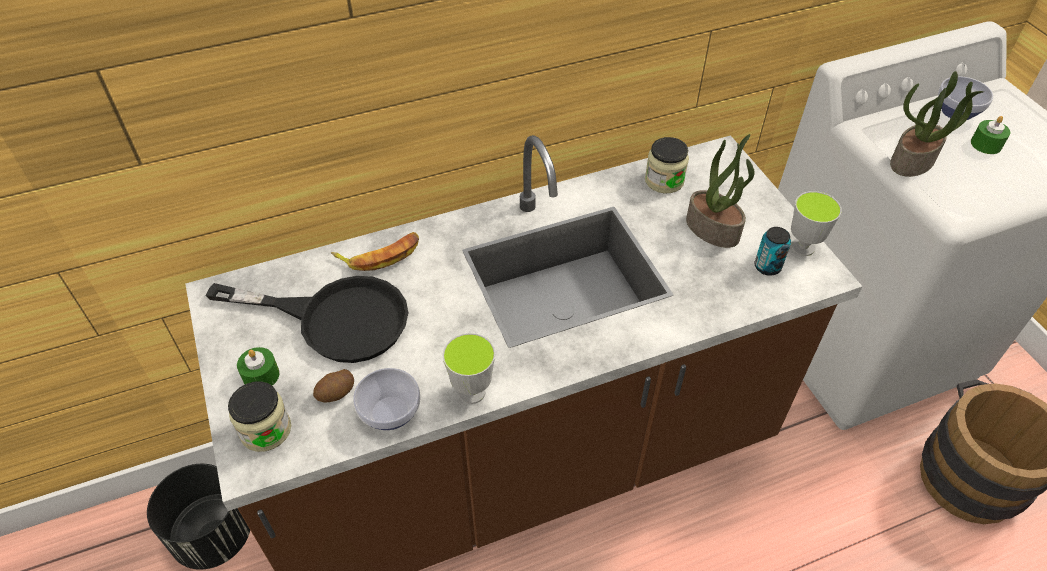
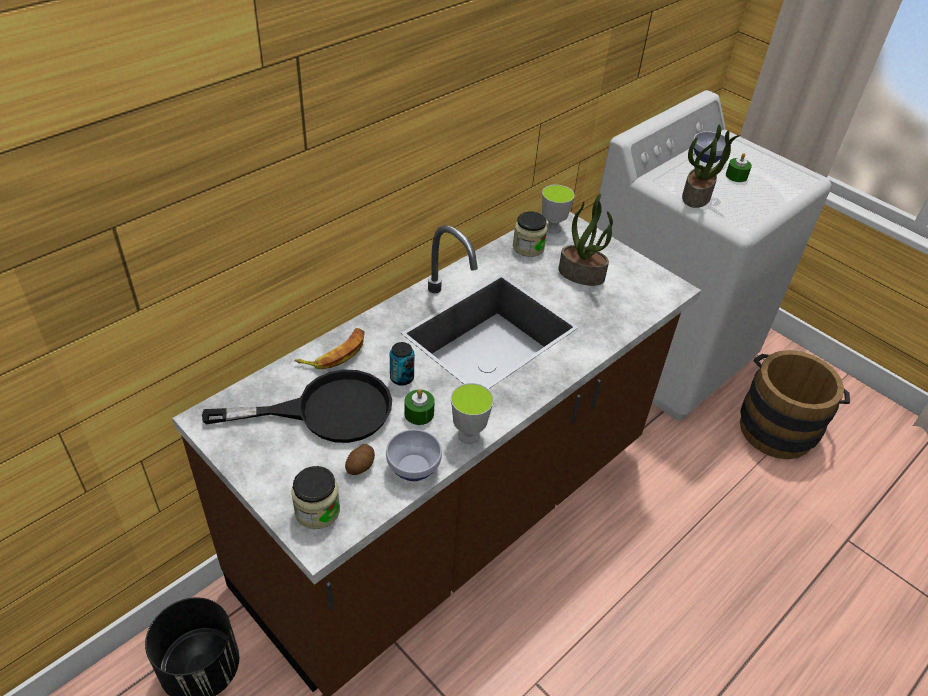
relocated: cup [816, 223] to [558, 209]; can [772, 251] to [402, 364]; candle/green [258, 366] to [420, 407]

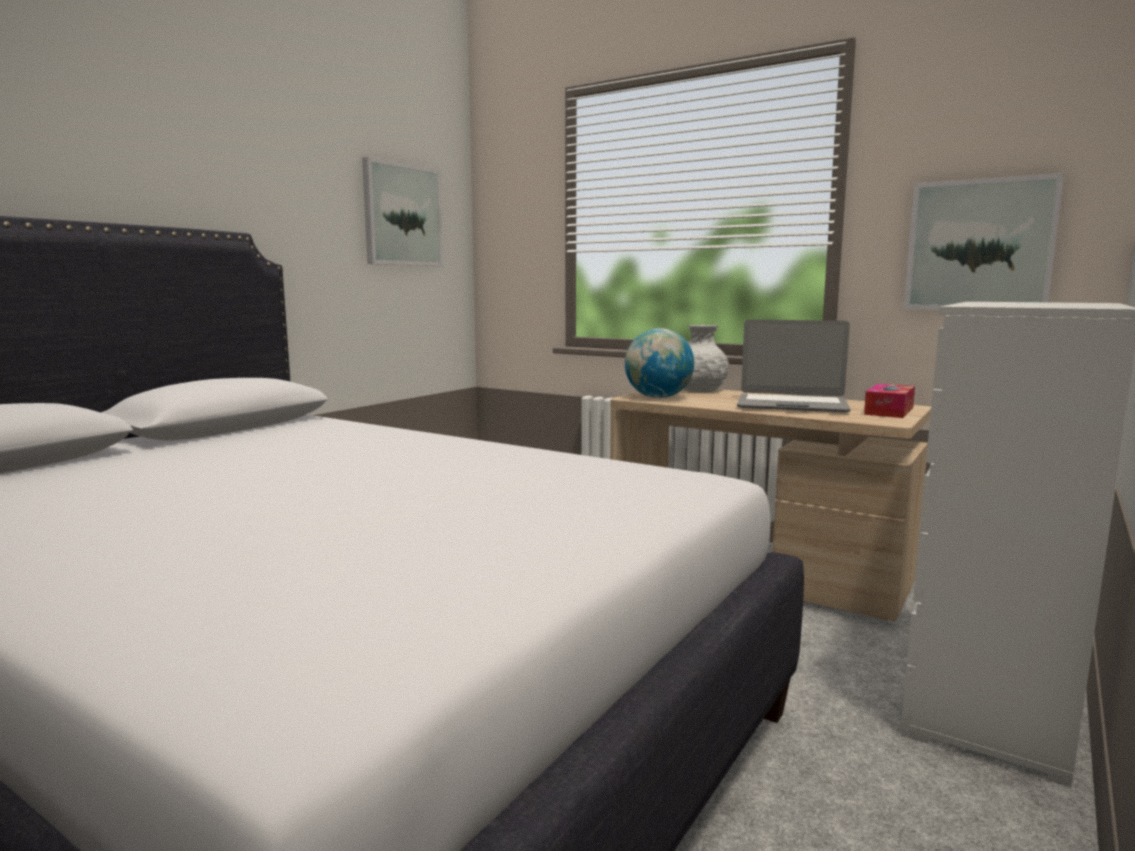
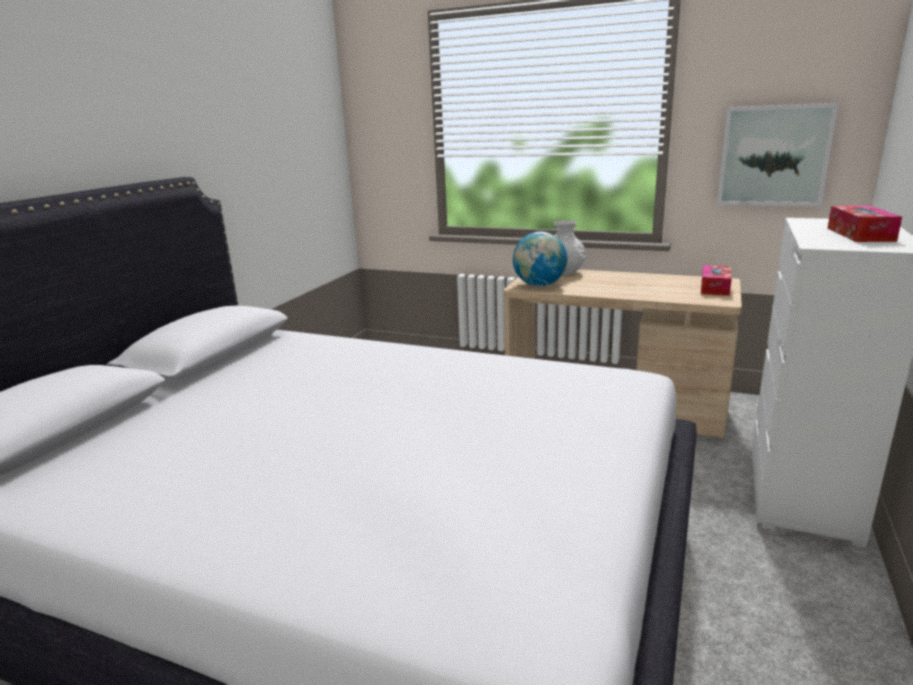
missing: picture [402, 211]; laptop [794, 366]
appeared: tissue box [864, 223]

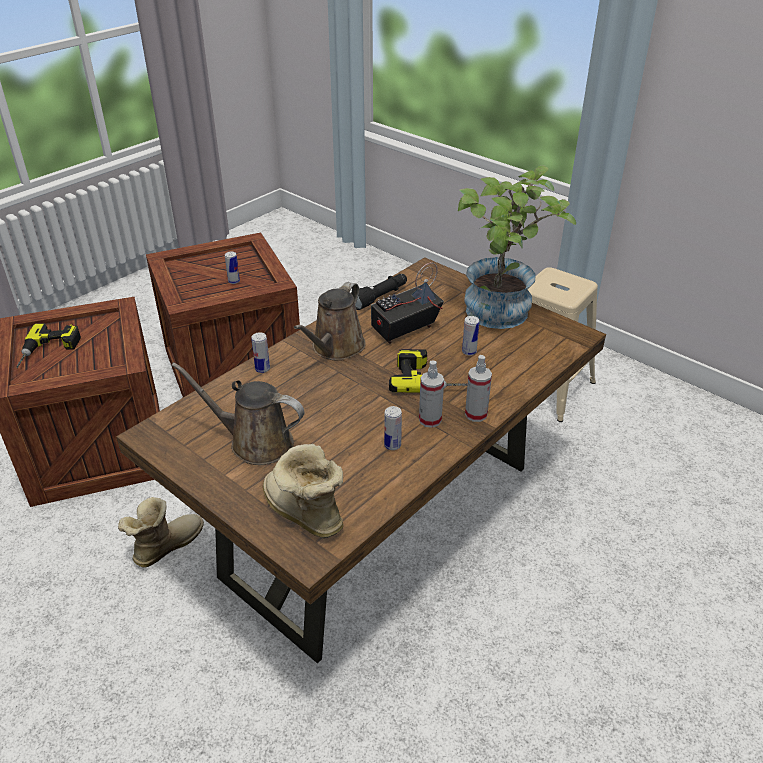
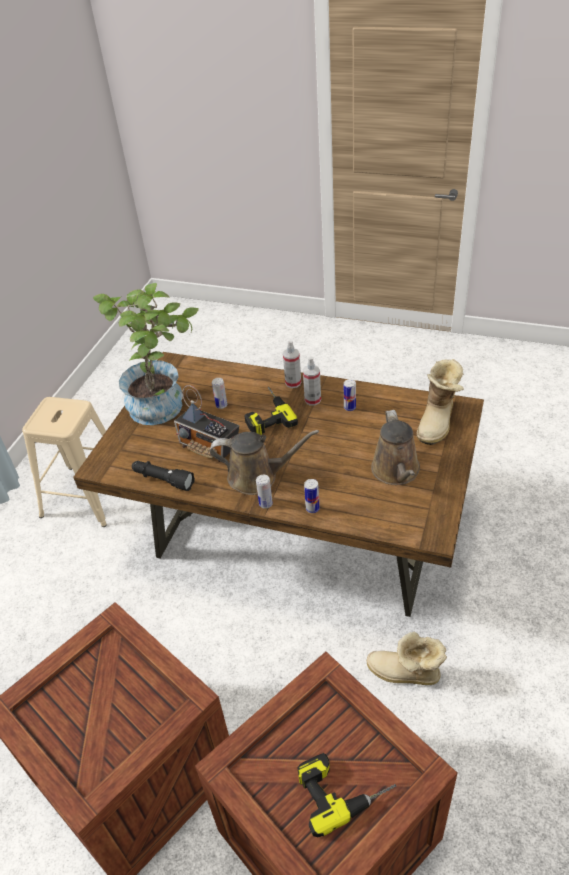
relocated: can [232, 267] to [264, 492]

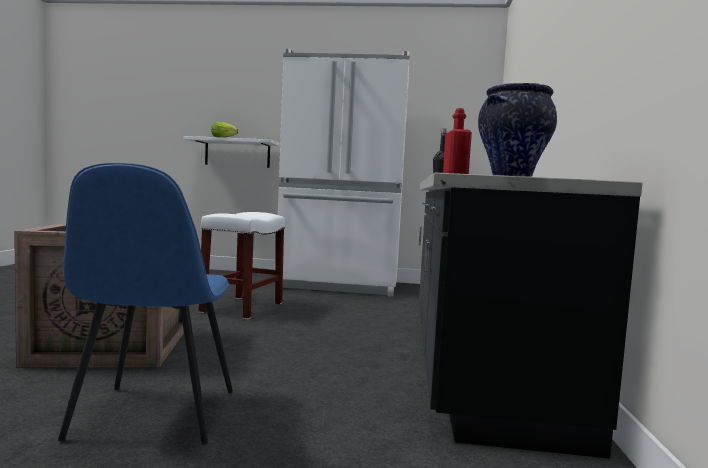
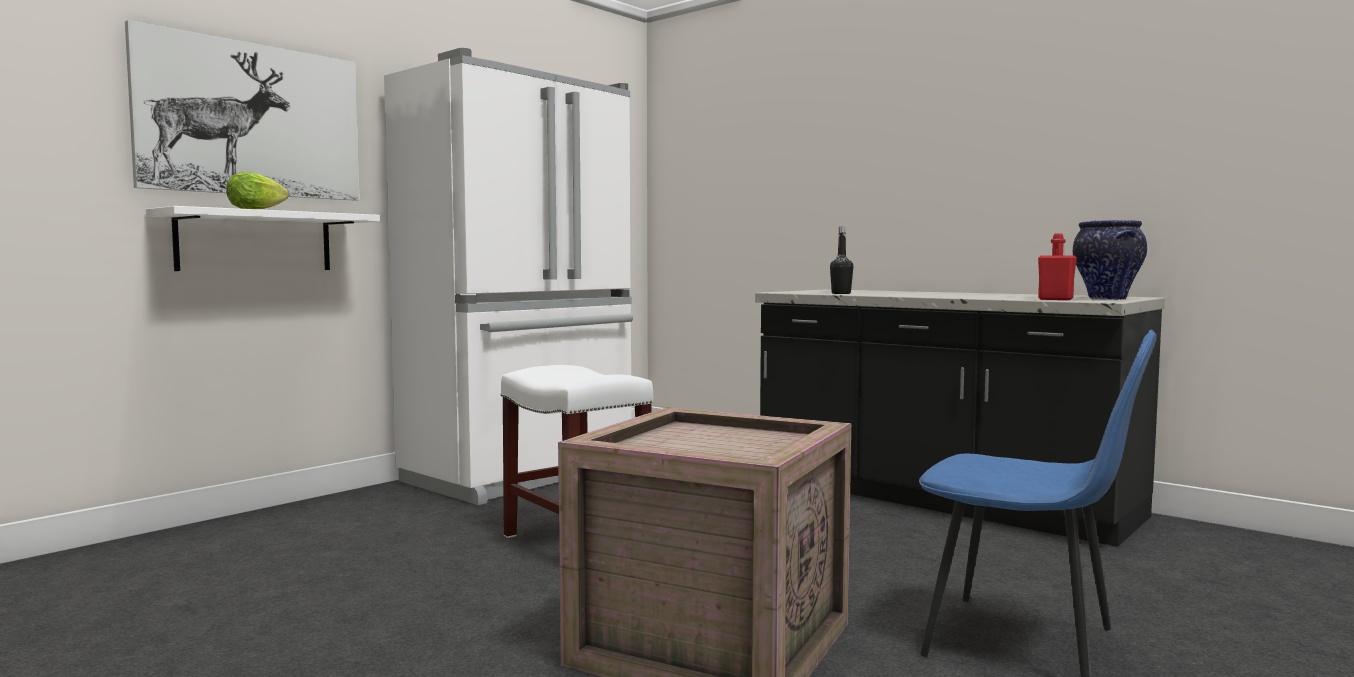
appeared: picture [242, 110]

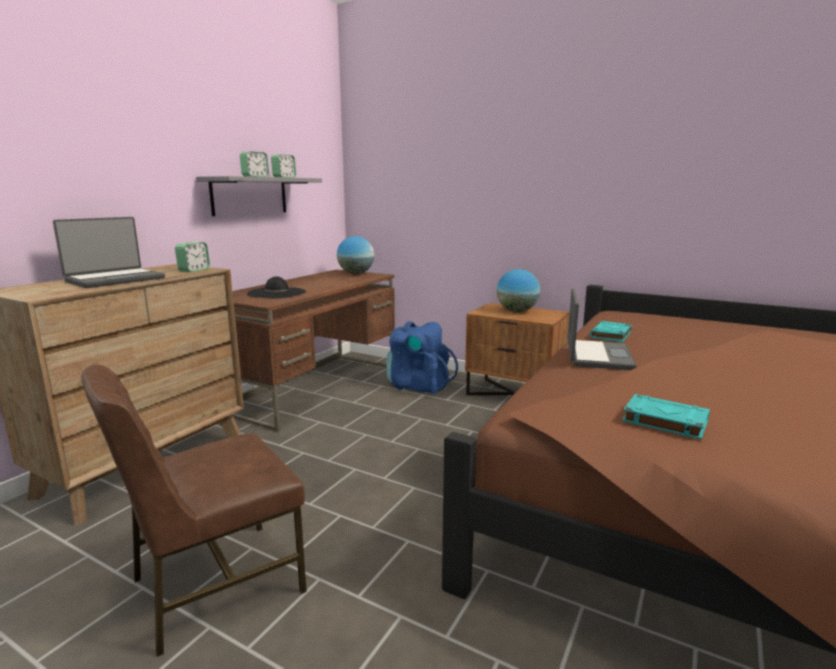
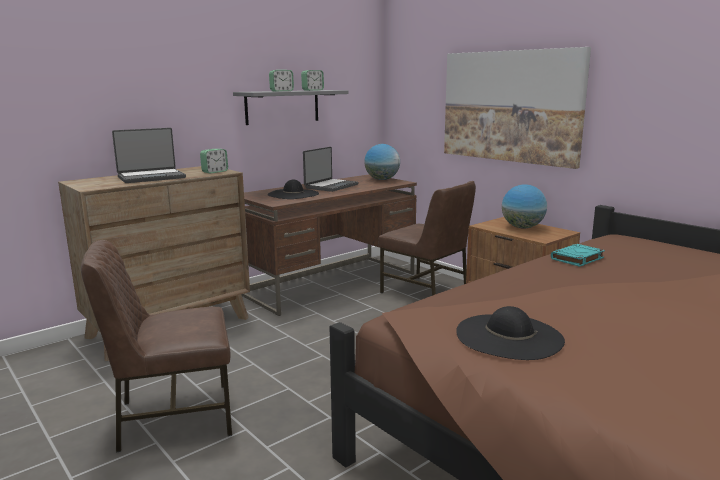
appeared: picture [517, 108]
relocated: laptop [602, 329] to [331, 169]
exchanged: backpack/blue [422, 357] to chair/brown [427, 238]; book/turquoise [666, 417] to hat/black [510, 333]

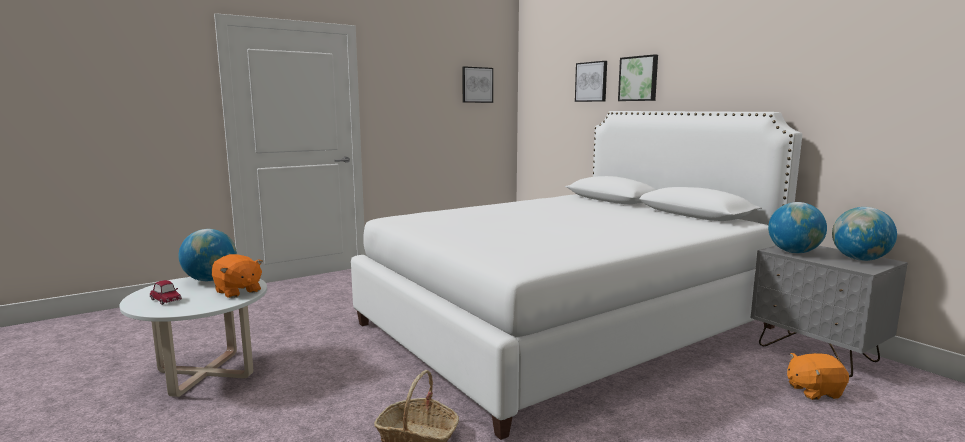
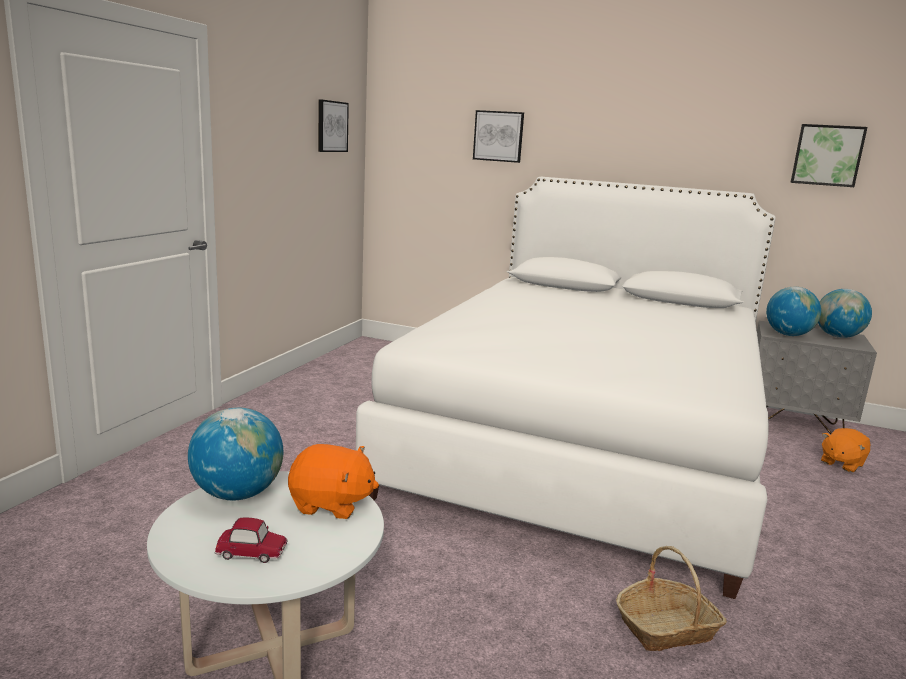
relocated: picture [638, 77] to [829, 155]

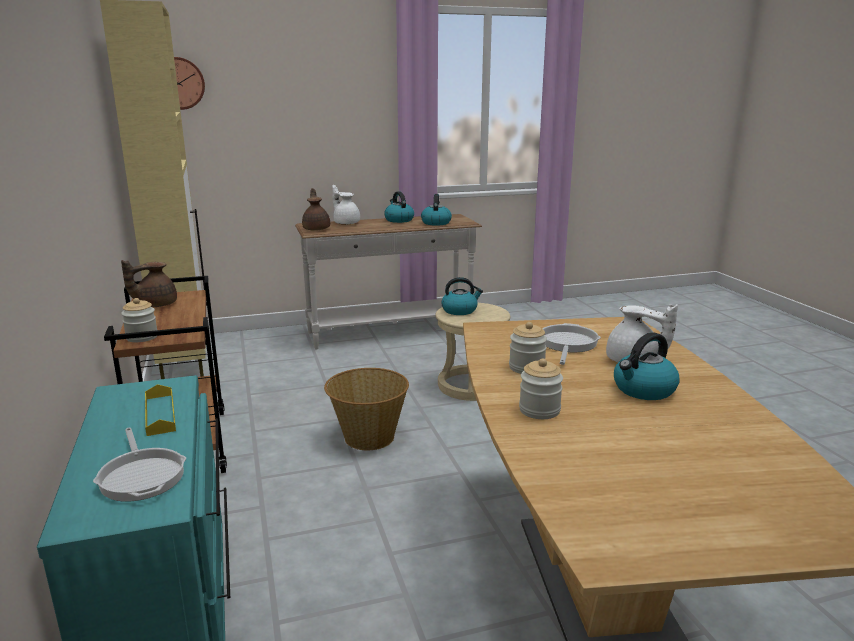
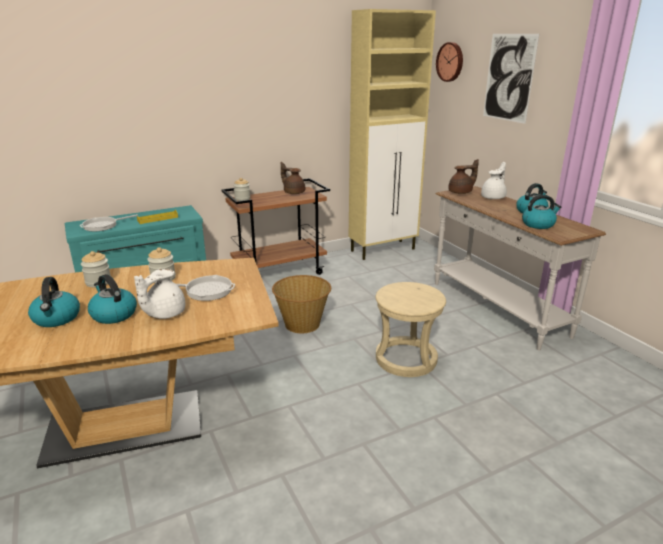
appeared: picture [511, 79]
relocated: kettle [462, 296] to [54, 302]

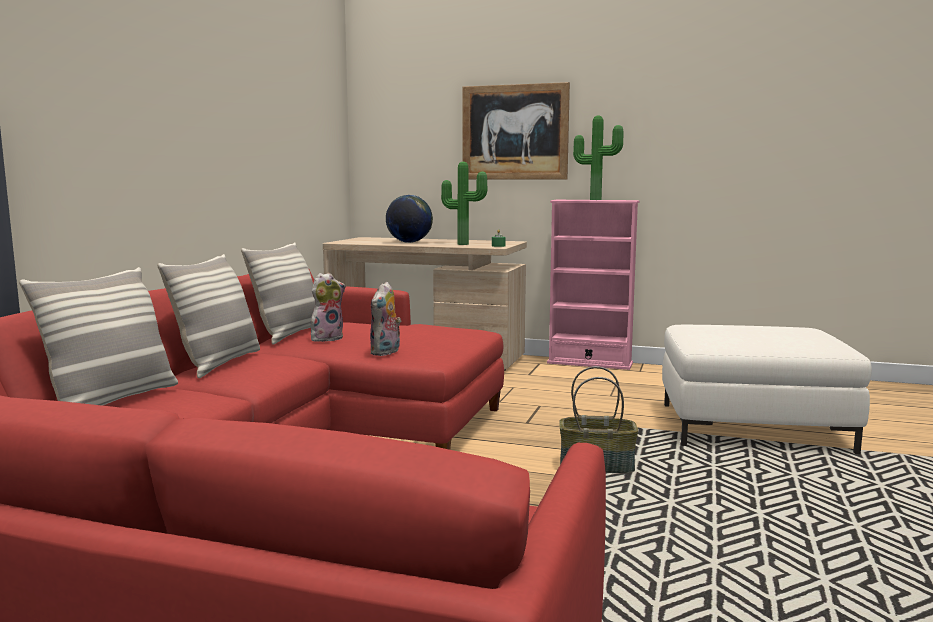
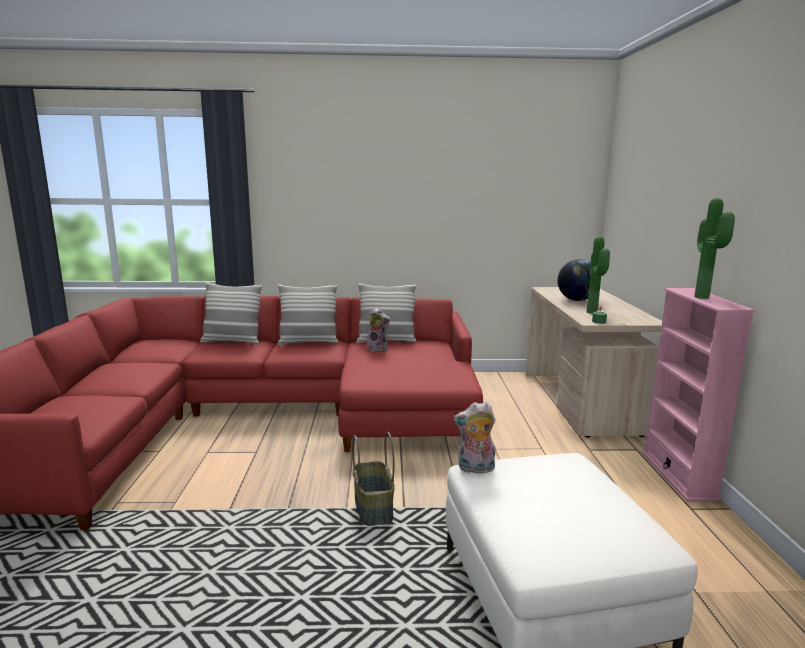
missing: picture [516, 131]
relocated: plush toy [385, 319] to [475, 438]

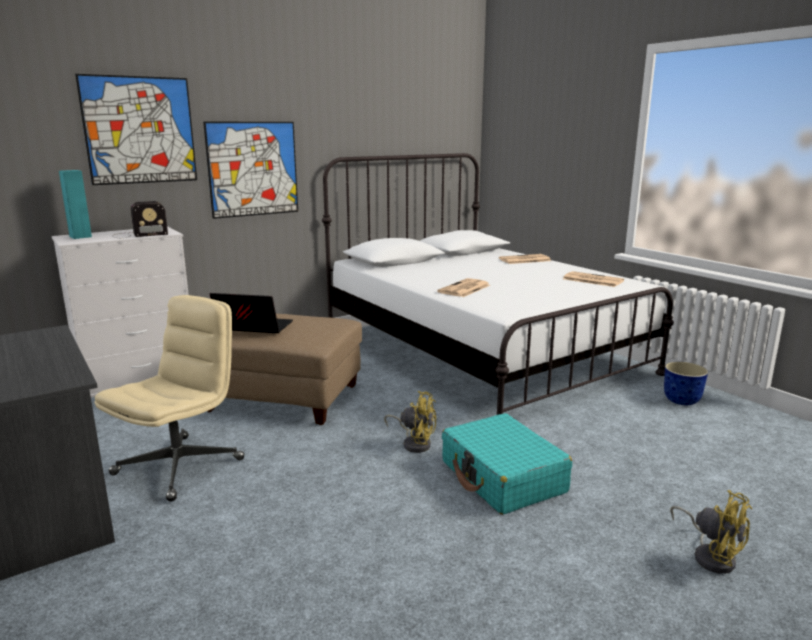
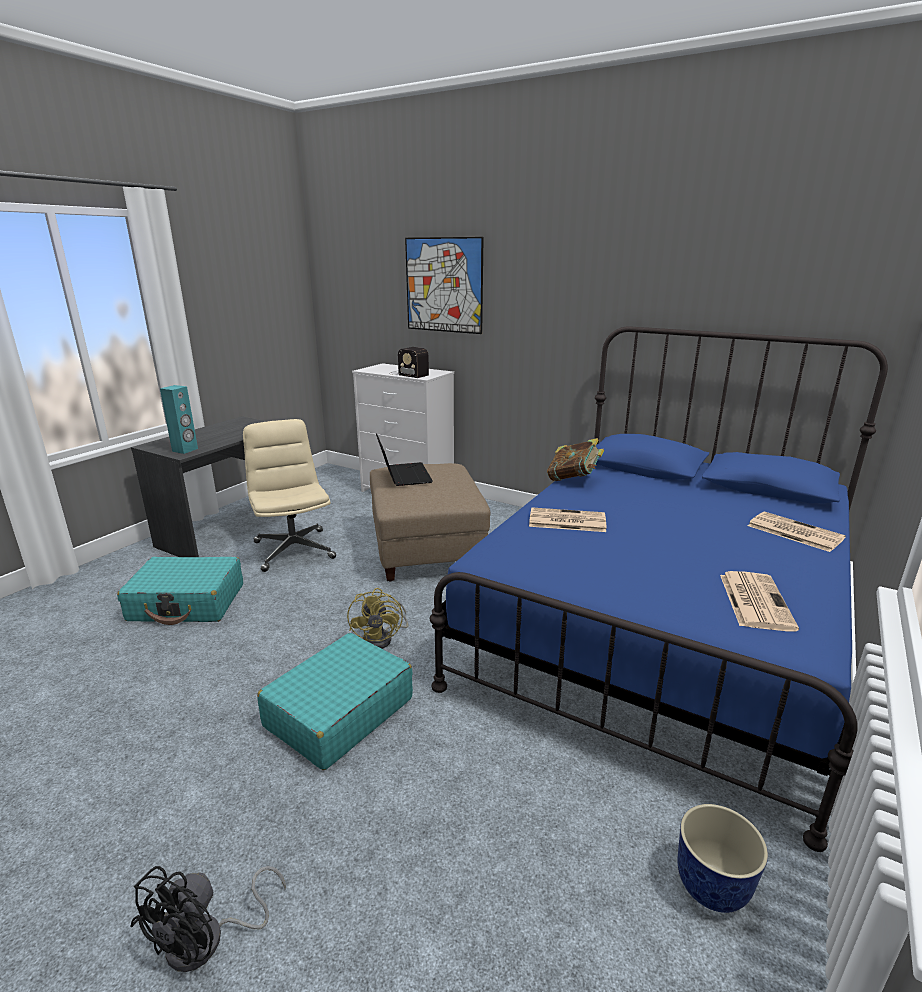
missing: picture [250, 170]
appeared: book [575, 459]; suitcase/turquoise [180, 591]
relocated: speaker/turquoise [75, 204] to [179, 419]
colour: bed/white [498, 284] to bed/blue [659, 589]; fan/yellow [711, 532] to fan/black [208, 919]
spun: office chair/beige [169, 398] = [289, 495] 120 degrees counterclockwise

